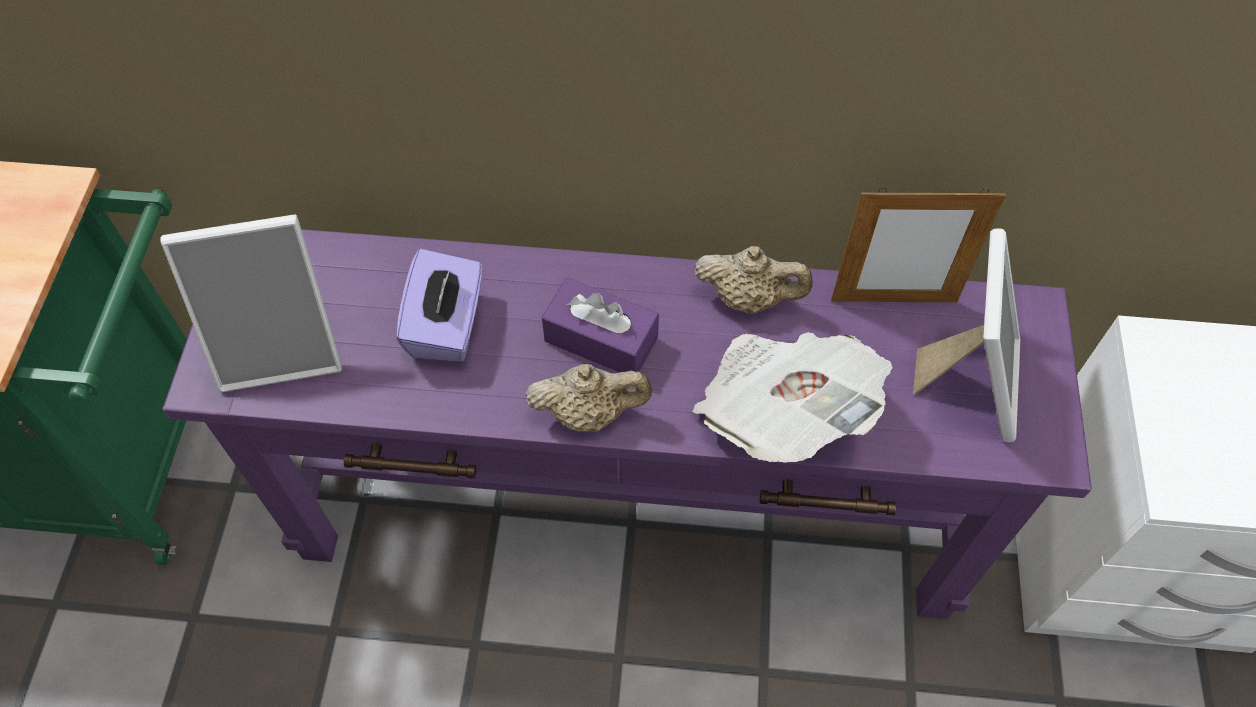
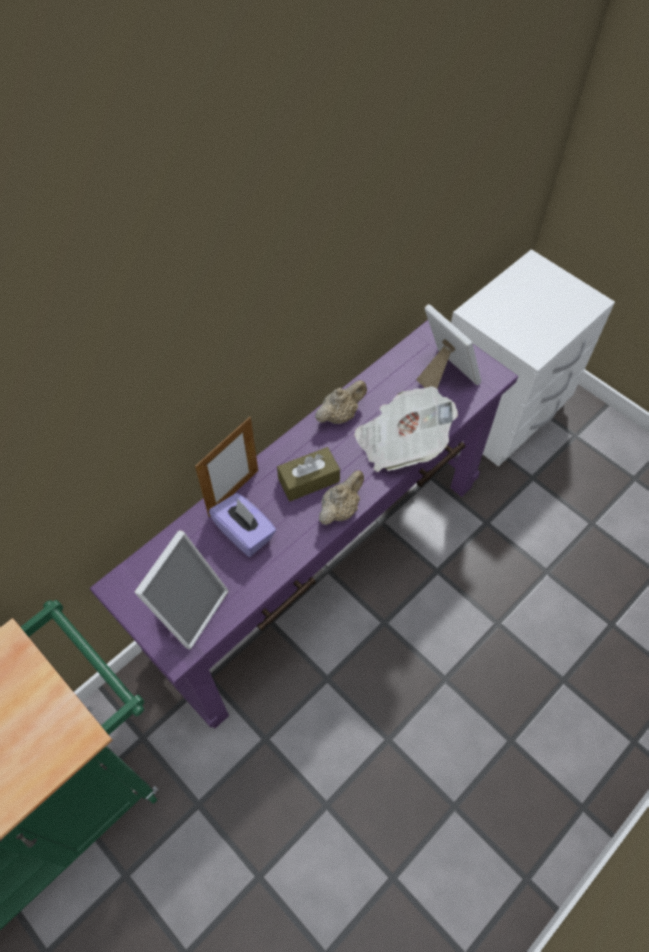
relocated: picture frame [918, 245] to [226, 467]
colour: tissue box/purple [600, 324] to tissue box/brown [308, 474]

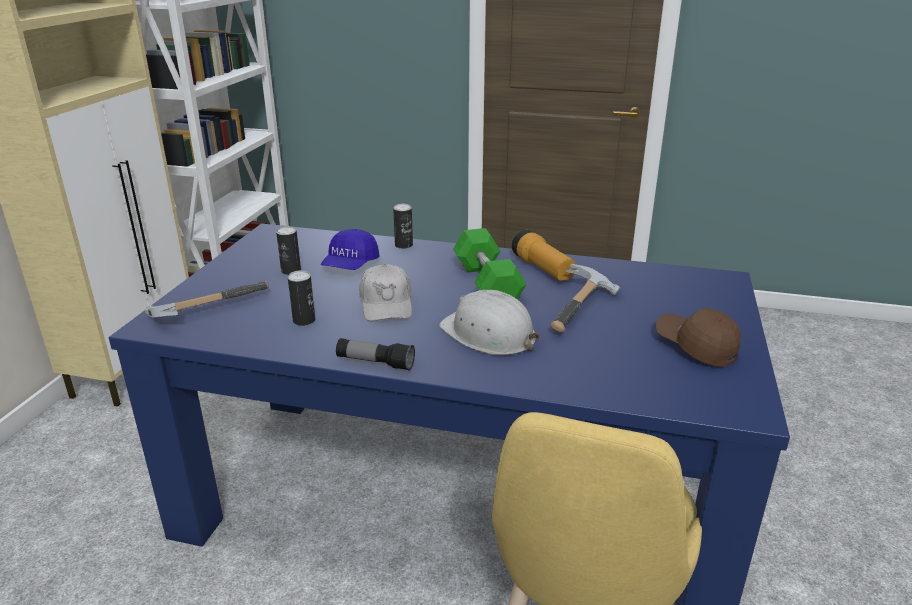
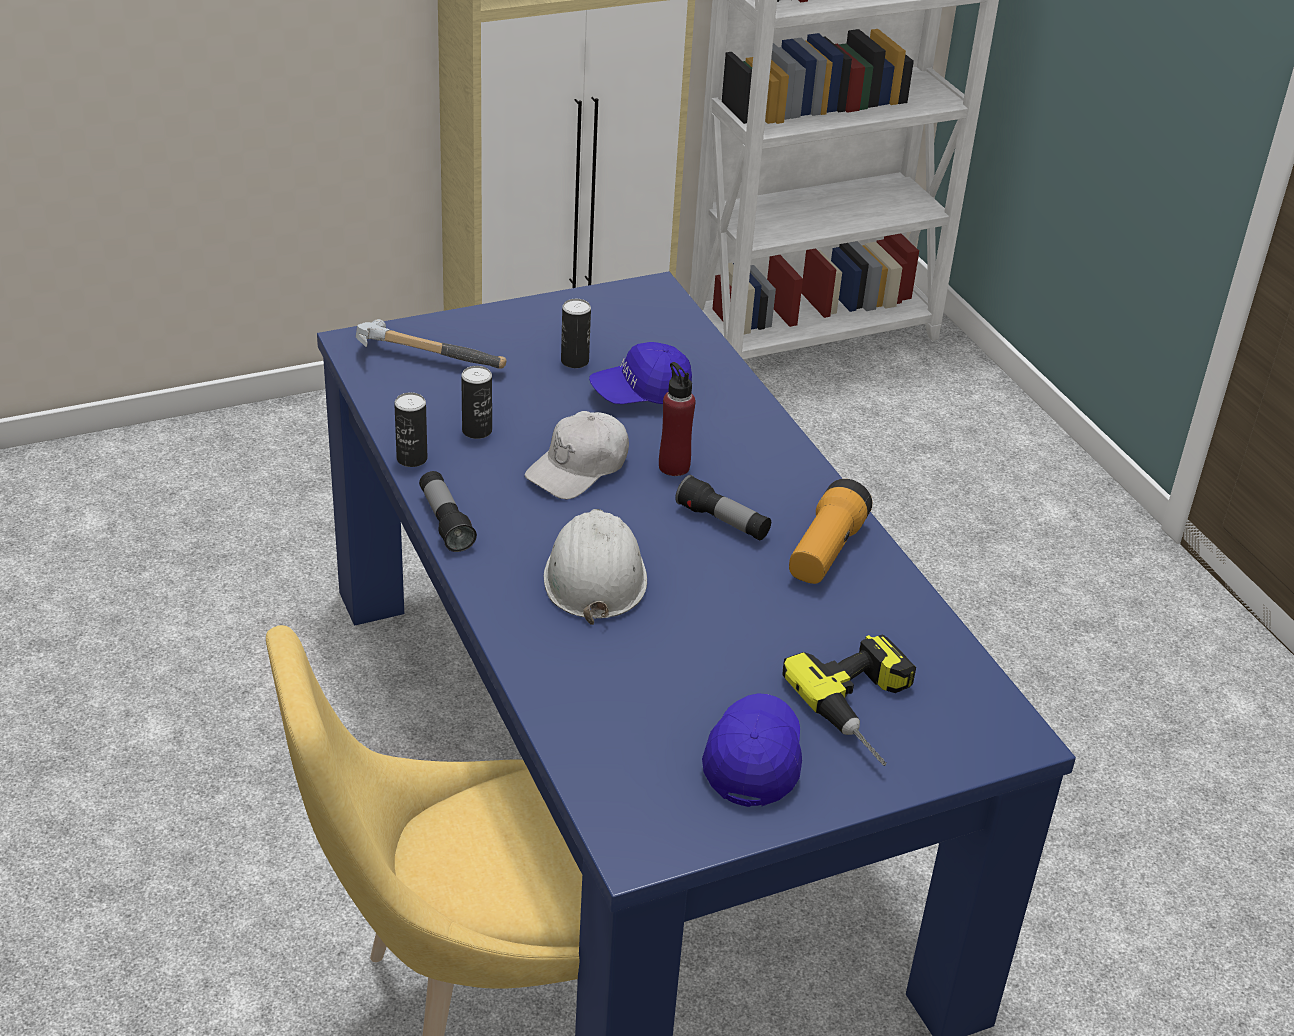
missing: hammer [585, 298]
appeared: bottle/red [677, 419]; power drill [849, 700]
relocated: can [403, 226] to [410, 429]
exchanged: dumbbell/green [490, 264] to flashlight [723, 507]
colour: cap/brown [698, 337] to cap/blue [752, 750]

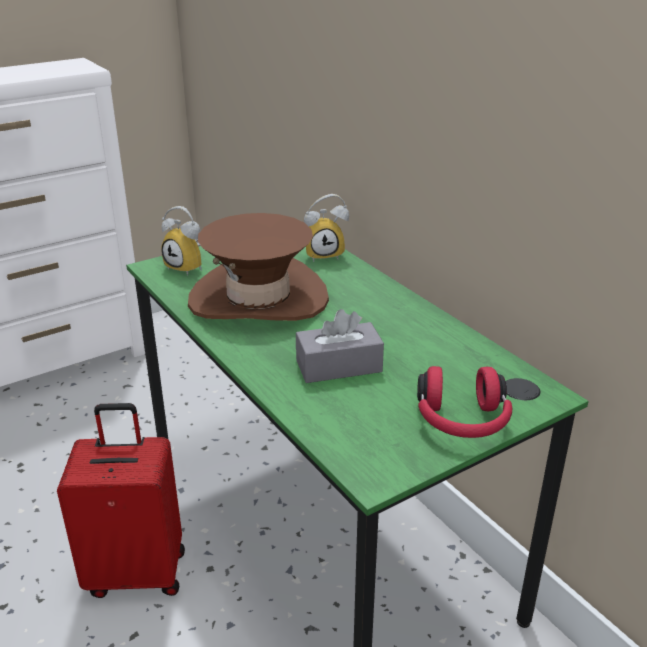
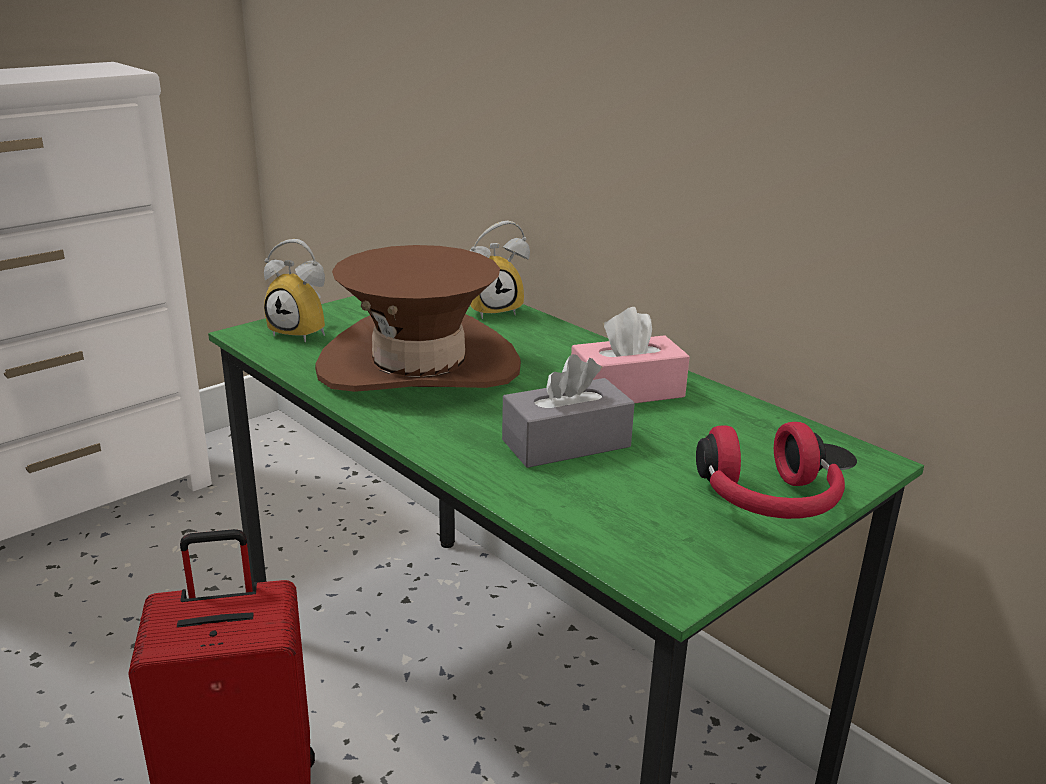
appeared: tissue box/pink [630, 355]

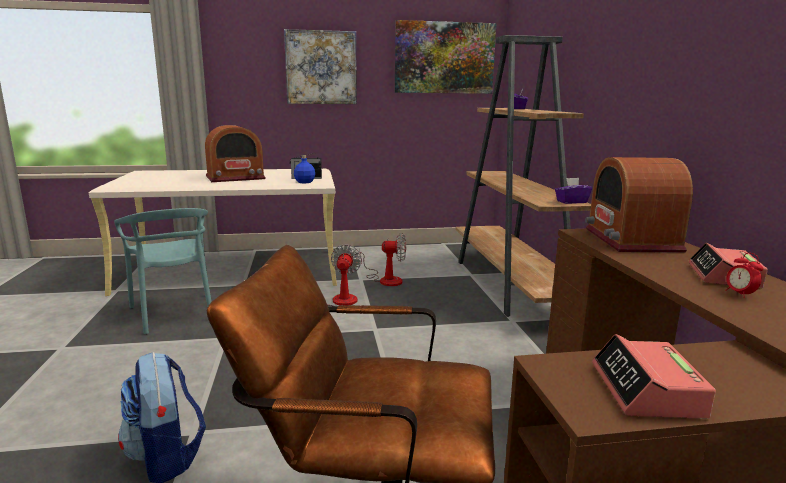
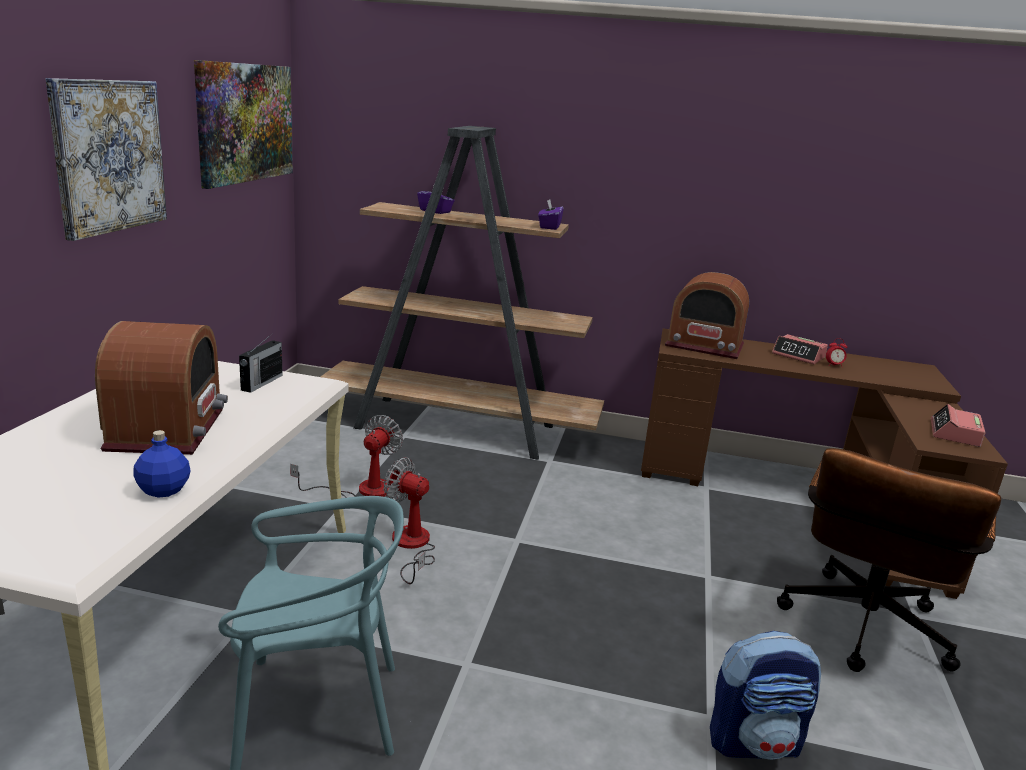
relocated: bottle/blue [304, 169] to [162, 464]; tissue box/purple [573, 191] to [550, 214]
spun: alarm clock [654, 376] = [958, 425] 90 degrees clockwise

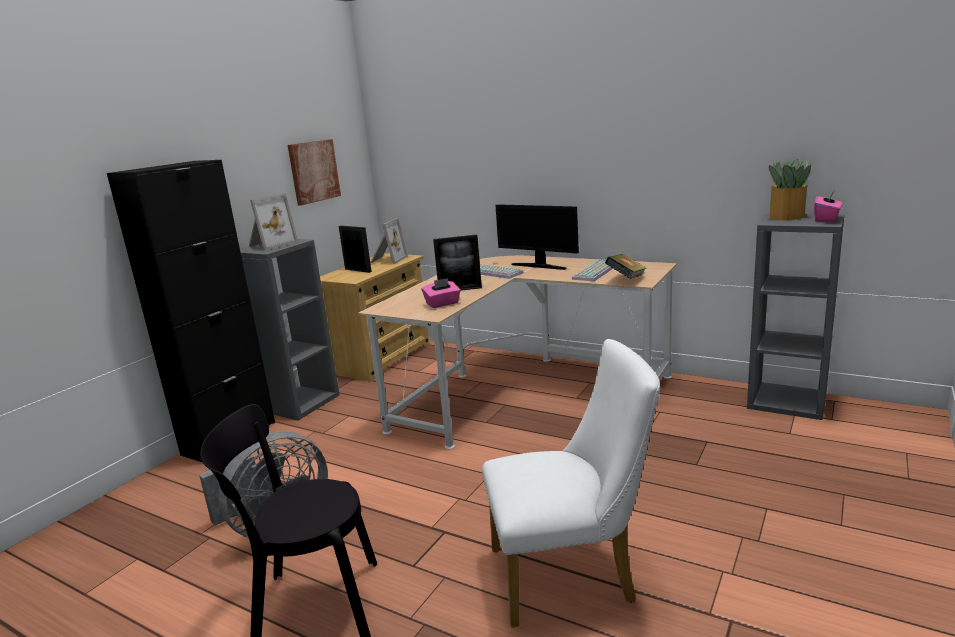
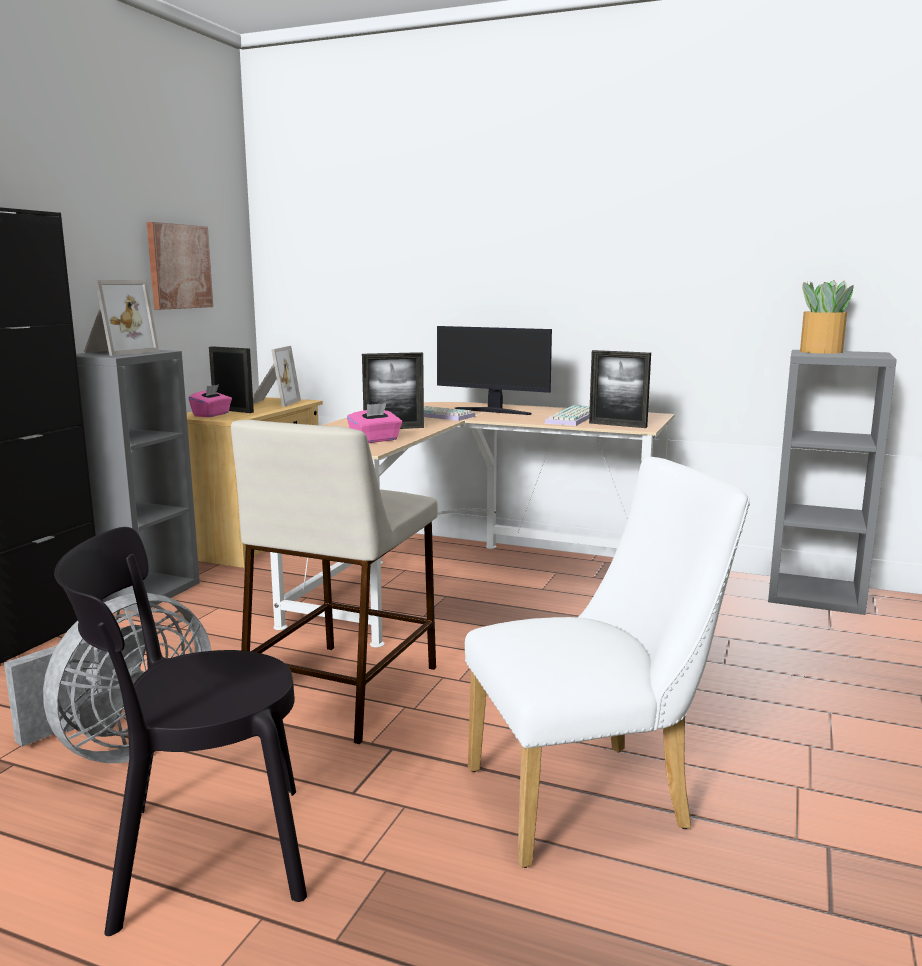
appeared: stool/beige [334, 582]
relocated: tissue box/pink [828, 206] to [210, 400]
exchanged: book [625, 266] to picture frame [620, 389]

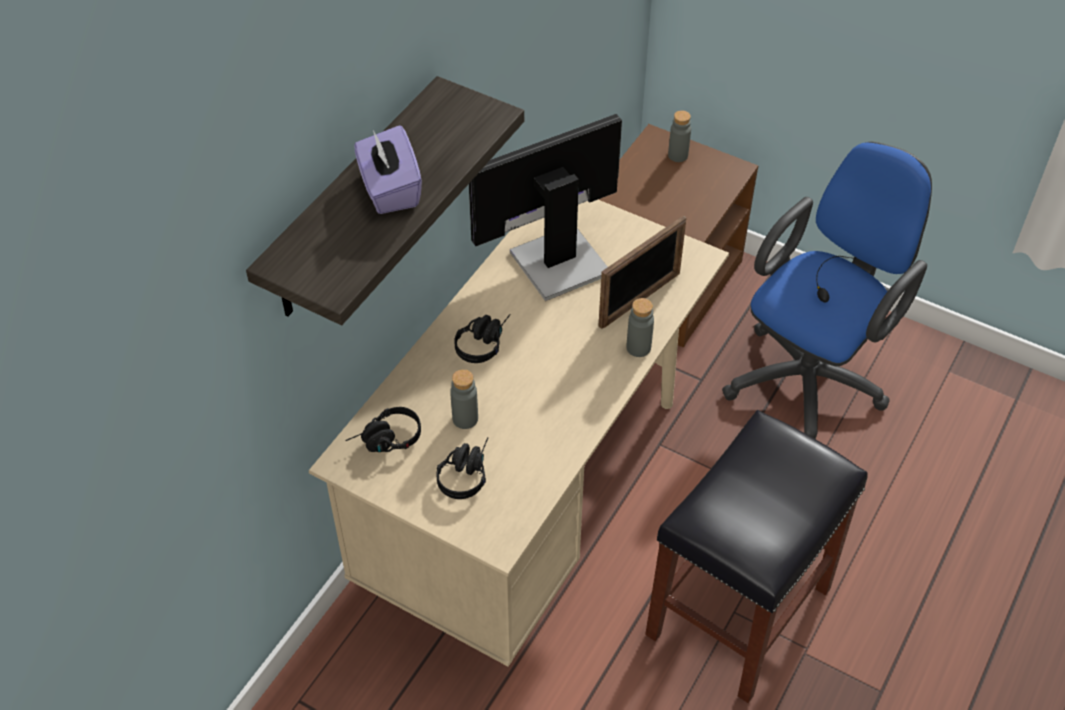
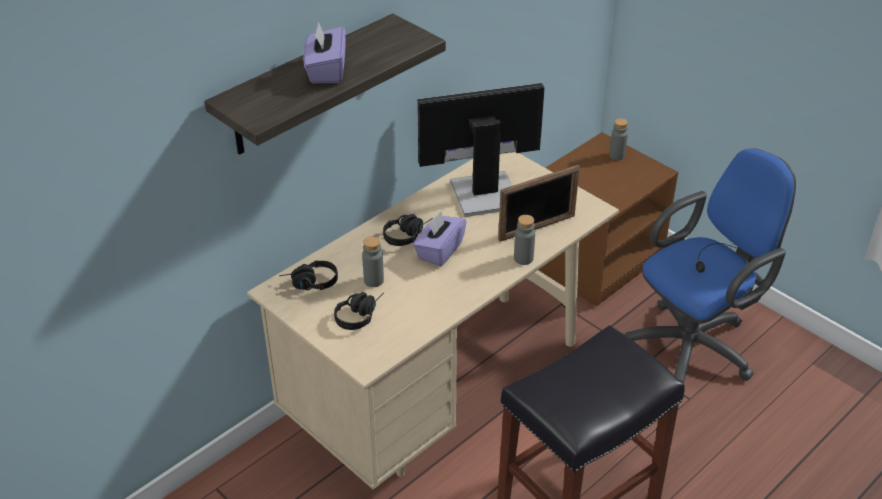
appeared: tissue box/purple [439, 239]

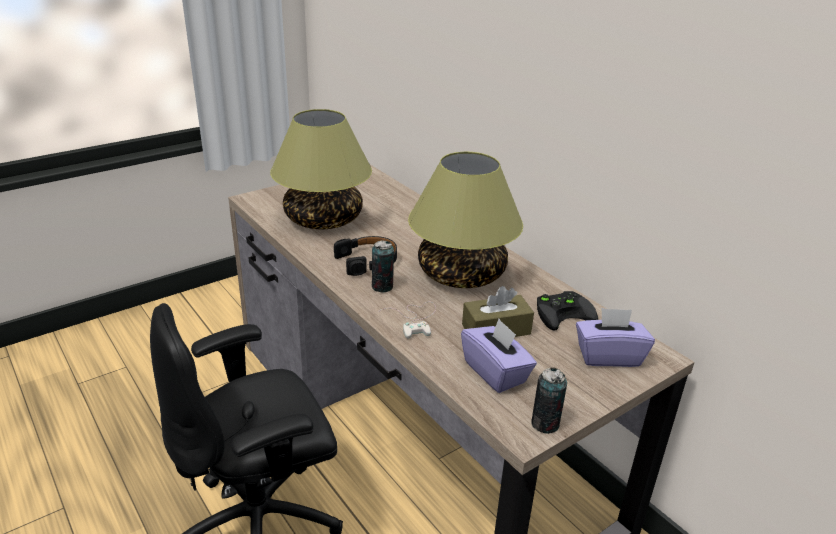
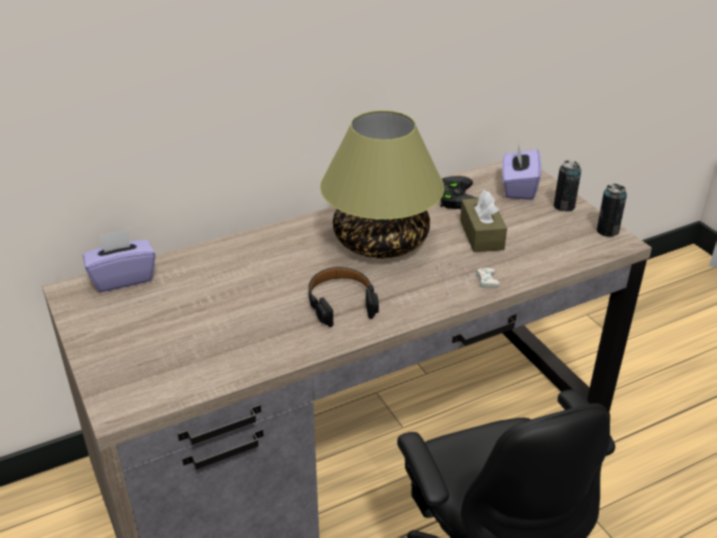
missing: table lamp [321, 169]
relocated: can [382, 267] to [567, 186]; tissue box/purple [499, 356] to [119, 261]

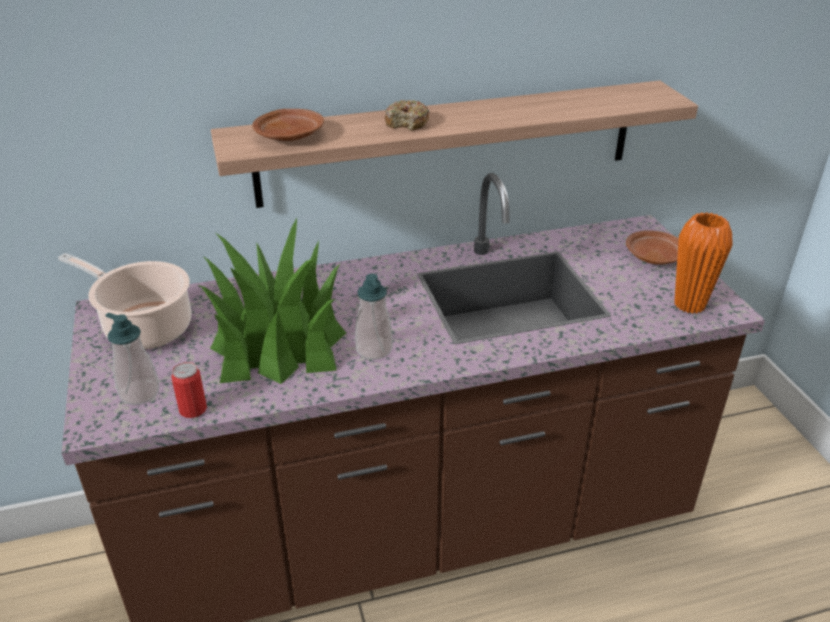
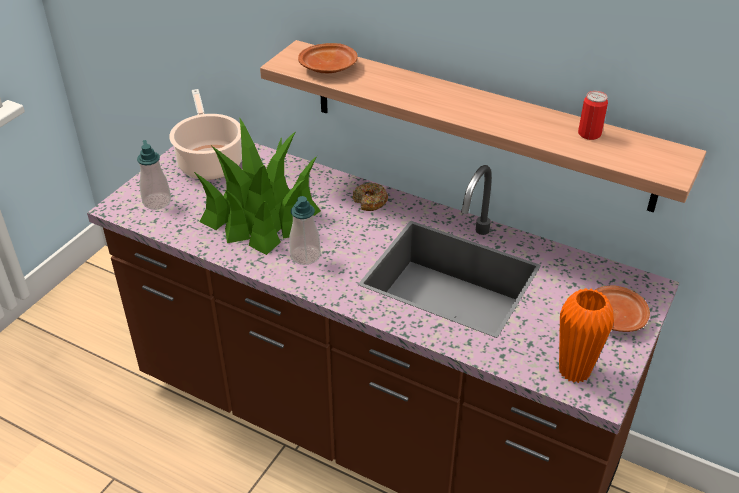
relocated: donut [407, 115] to [370, 196]; can [189, 390] to [593, 115]

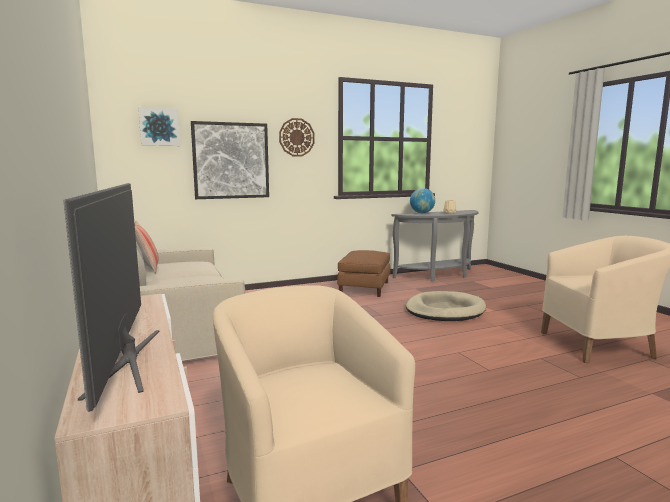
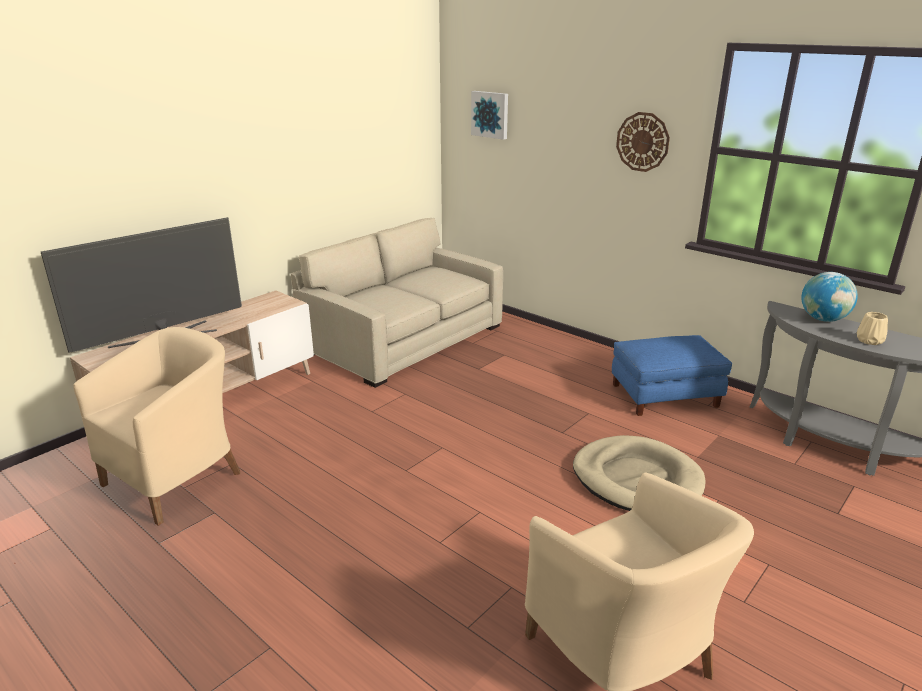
missing: picture [230, 160]; pillow [147, 247]
colour: ottoman/brown [364, 273] to ottoman/blue [672, 375]

